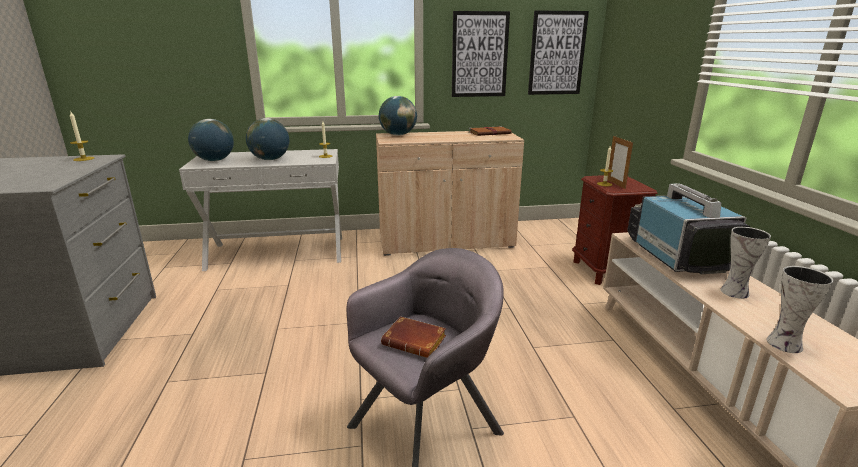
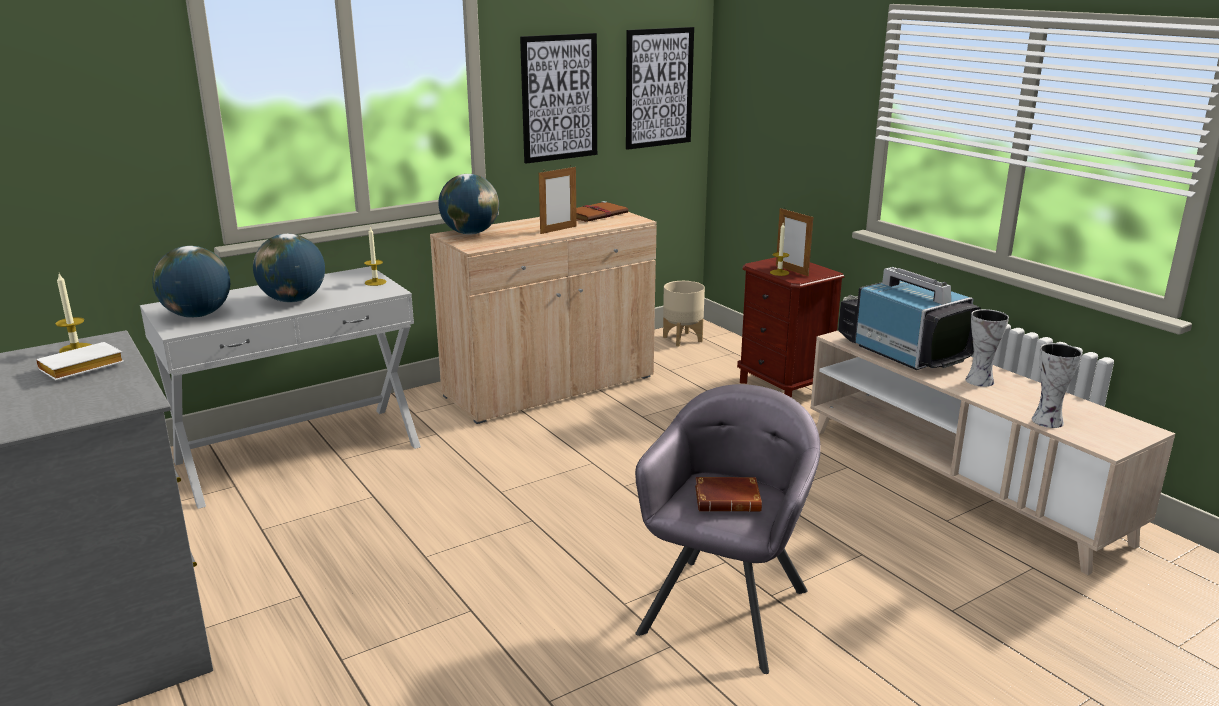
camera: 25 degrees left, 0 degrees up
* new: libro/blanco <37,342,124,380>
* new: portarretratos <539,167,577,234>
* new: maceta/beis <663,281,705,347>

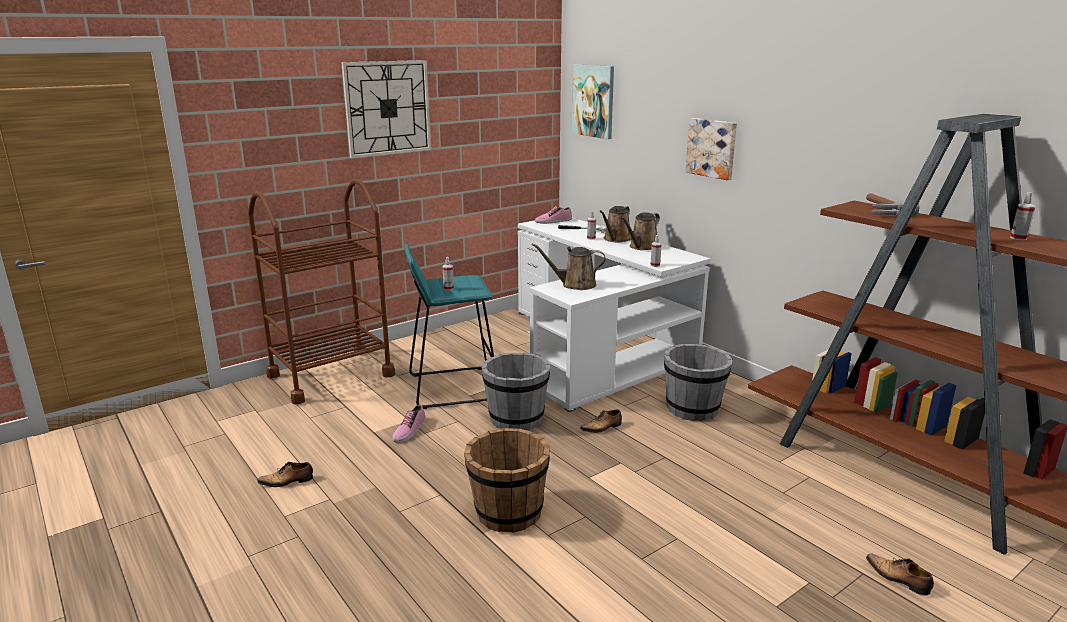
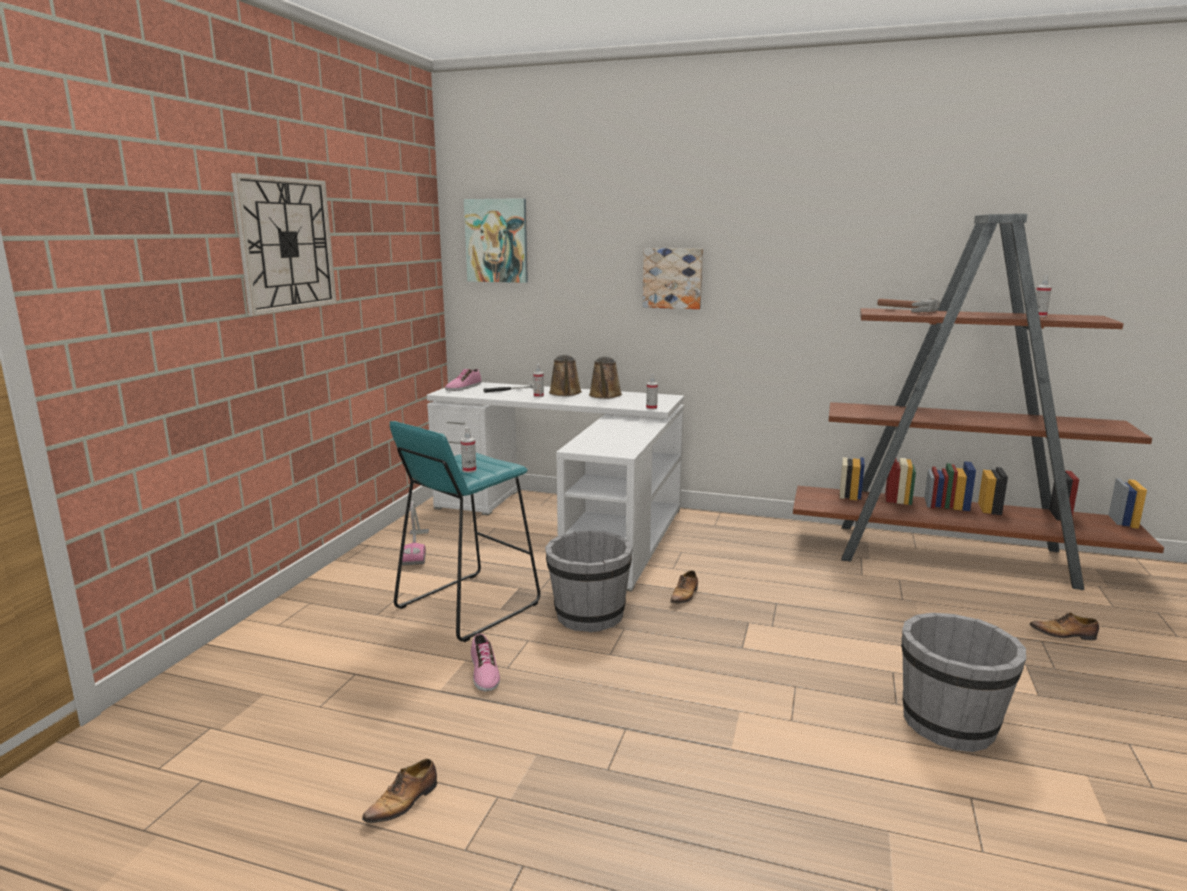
camera: 35 degrees left, 5 degrees down
* gone: carrito/marrón <248,179,395,405>
* gone: cubo/marrón <464,428,550,533>
* gone: regadera/marrón <532,243,606,290>
* new: aspiradora <402,501,429,566>
* shifted: cubo/gris <664,344,733,421> to <901,613,1026,752>

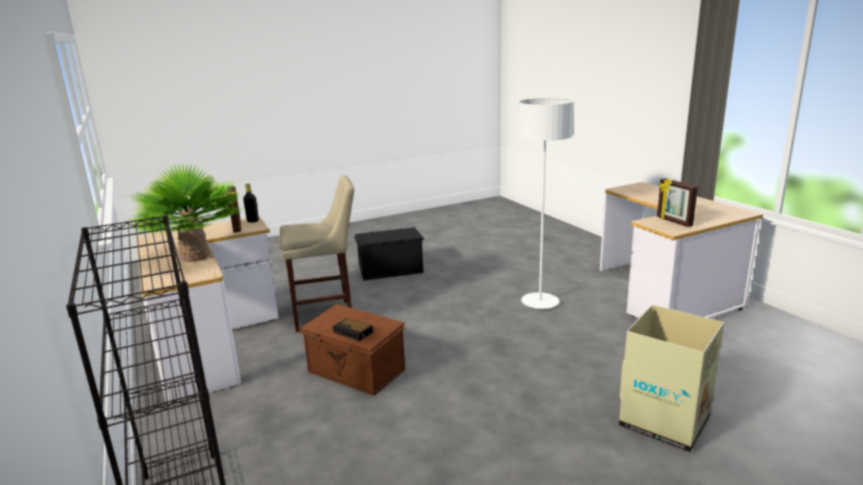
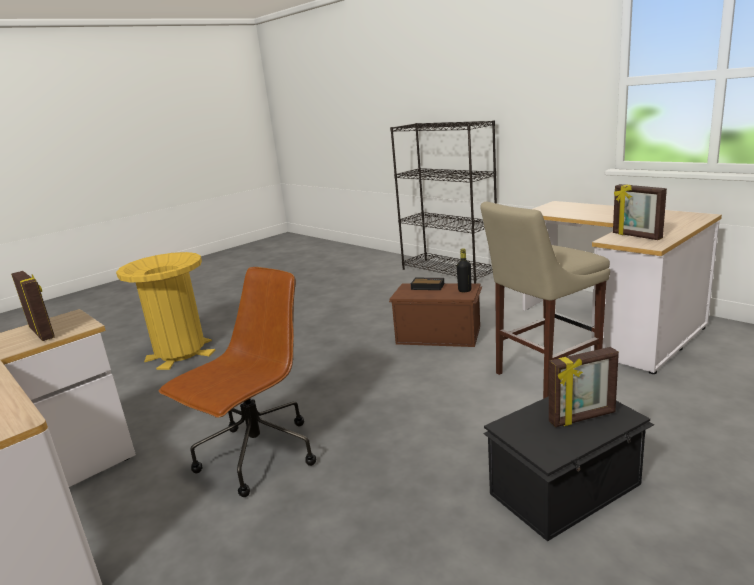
camera: 165 degrees right, 0 degrees up
* gone: planta en maceta <128,164,241,262>
* new: portarretratos <549,347,619,427>
* shifted: botella/negro <243,183,259,222> to <457,248,472,292>
* swapped: lámpara de pie/blanco <518,98,574,309> to silla de oficina/marrón <159,267,316,497>
* swapped: caja de cartón <619,305,724,452> to papelera/amarillo <116,252,215,370>

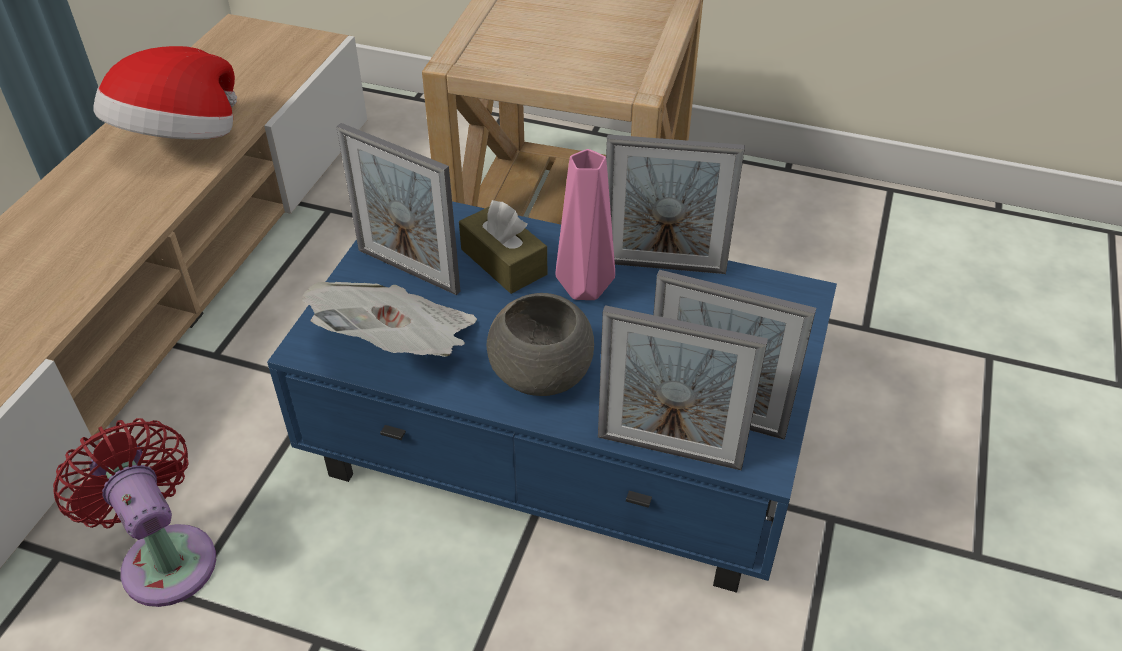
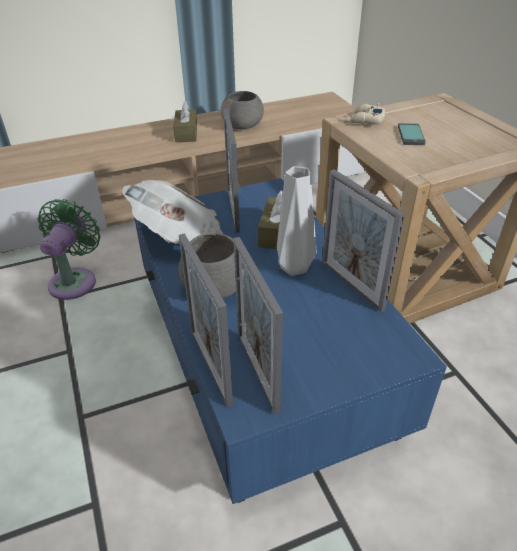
camera: 50 degrees right, 5 degrees down
* new: caja de pañuelos/marrón <173,101,197,142>
* new: mando de consola/beis <350,103,386,124>
* new: móvil <398,123,426,145>
* swapped: sombrero <93,46,237,139> to cuenco/gris <221,91,264,130>
* repainted: ventilador/rojo <53,418,216,607> to ventilador/verde <38,199,100,300>
* repainted: florero/rosa <555,149,615,300> to florero/gris <277,166,316,276>

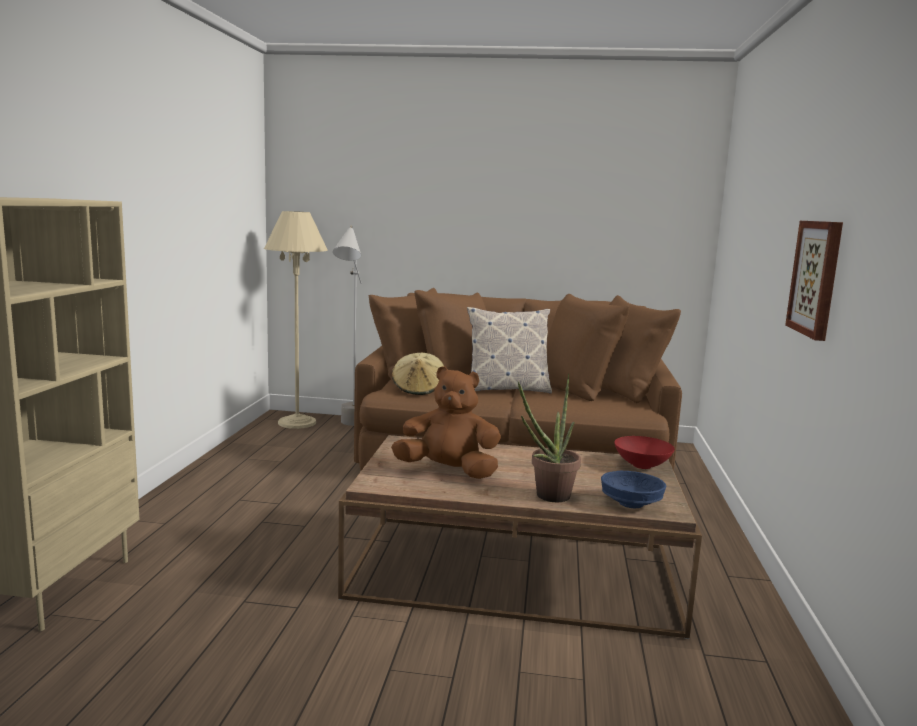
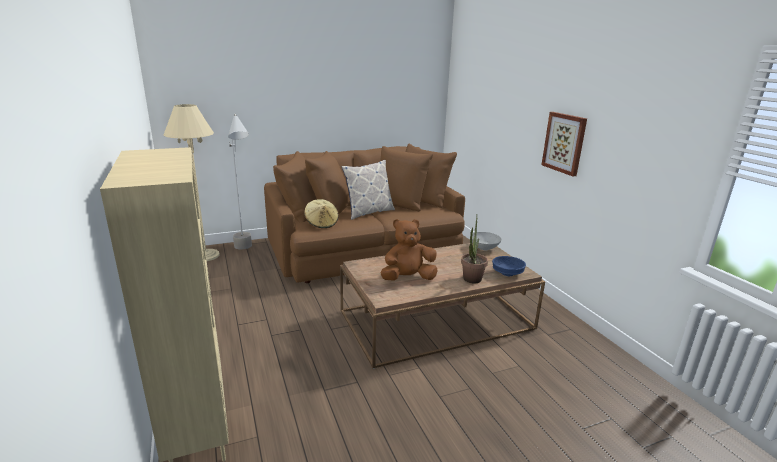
camera: 30 degrees left, 10 degrees up
* repainted: cuenco/rojo <614,436,675,469> to cuenco/gris <472,232,502,250>

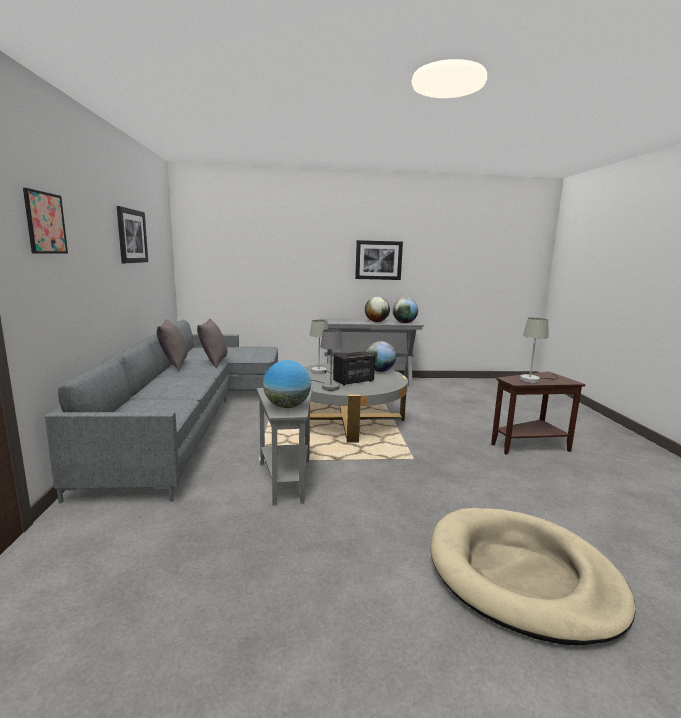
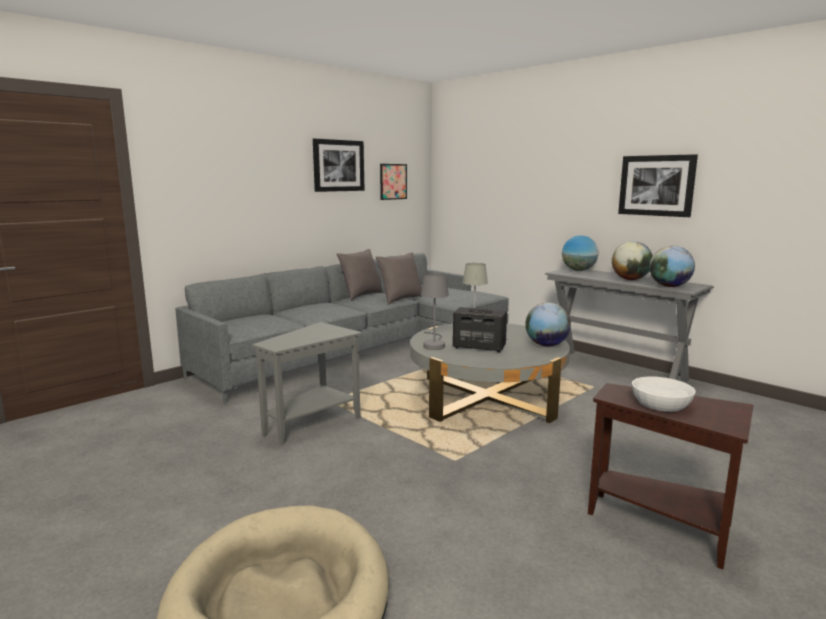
camera: 50 degrees right, 0 degrees up
* shifted: cuadro <23,188,68,253> to <380,164,407,200>
* shifted: globo terráqueo <263,360,311,408> to <562,235,598,271>
* swapped: lámpara de mesa/gris <520,318,558,383> to cuenco/blanco <632,377,696,412>

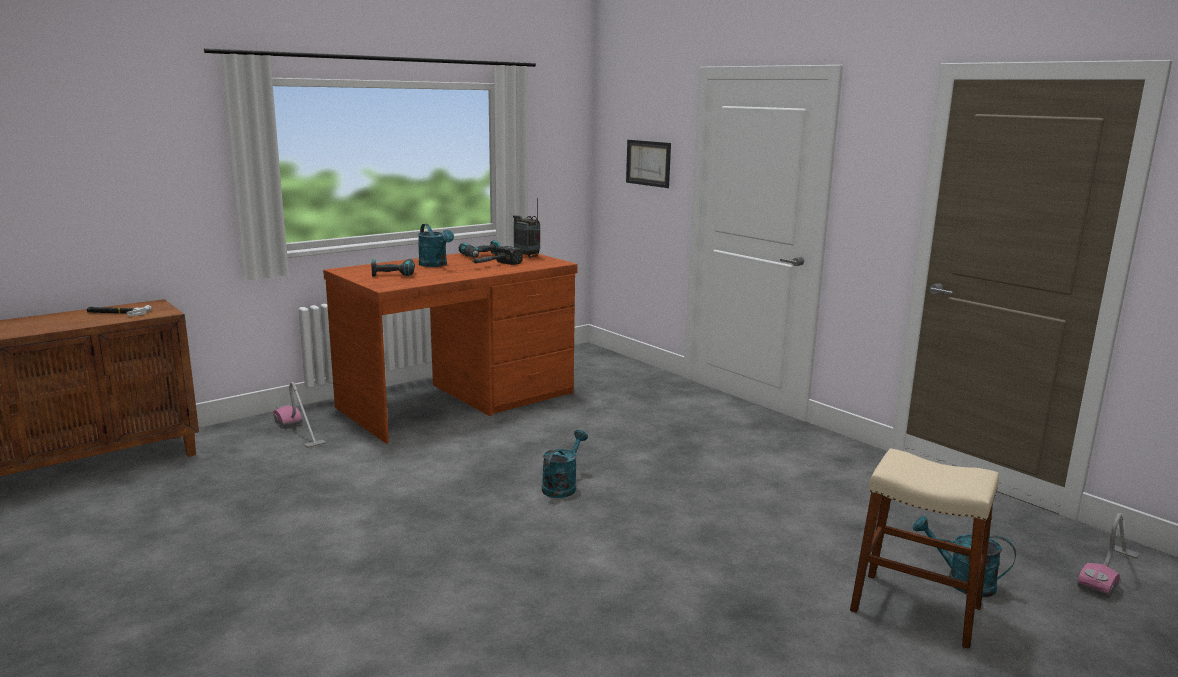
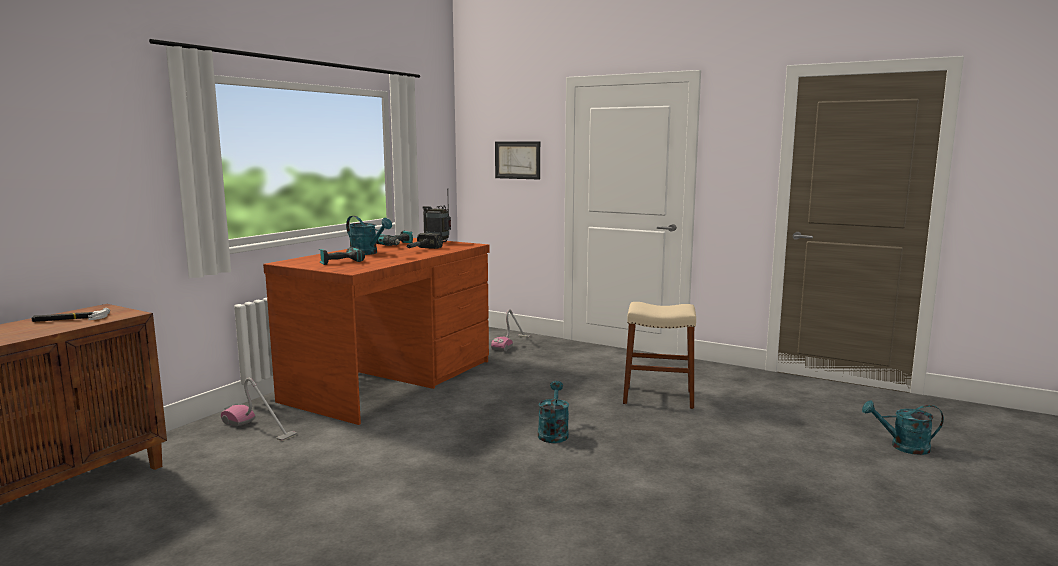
camera: 20 degrees left, 5 degrees down
* shifted: taburete/beis <850,448,999,649> to <623,302,696,409>
* shifted: aspiradora <1077,513,1139,598> to <491,309,531,351>

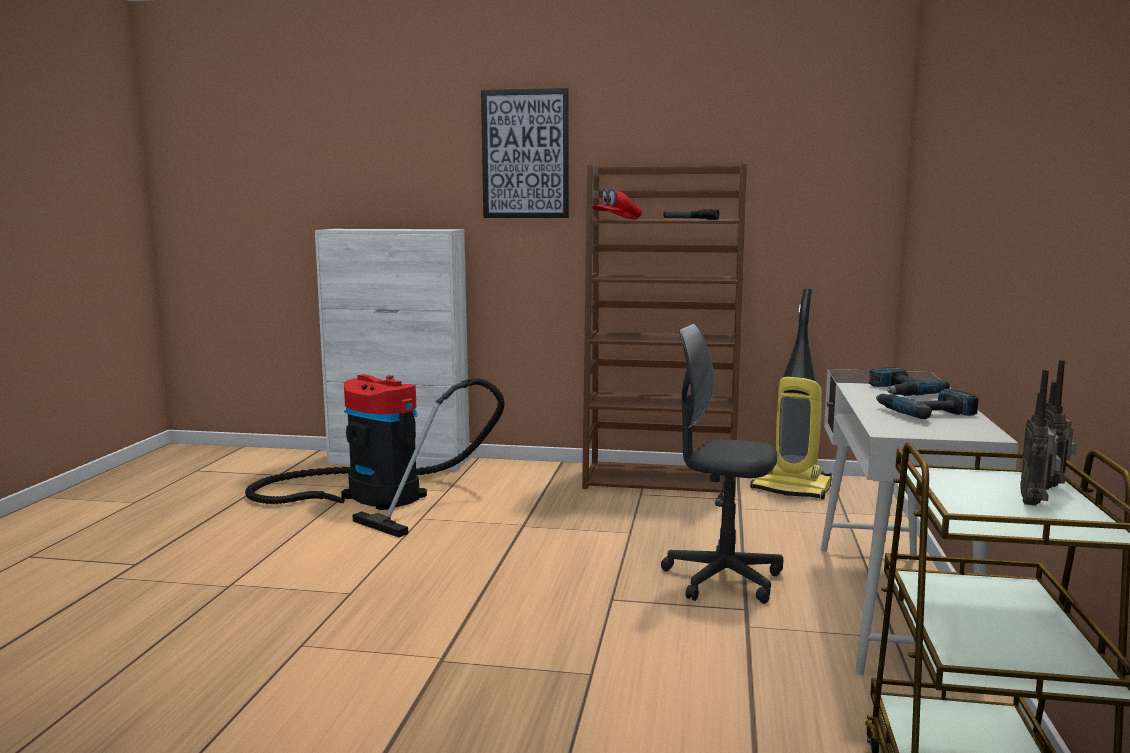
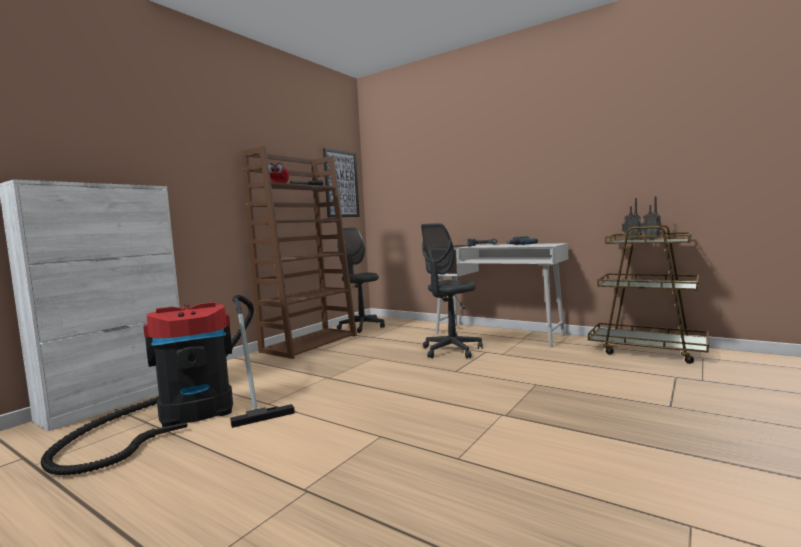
camera: 65 degrees left, 5 degrees down
* shifted: cuadro <481,88,569,218> to <323,148,360,218>
* swapped: aspiradora <750,288,832,499> to silla de oficina/gris <337,228,385,333>

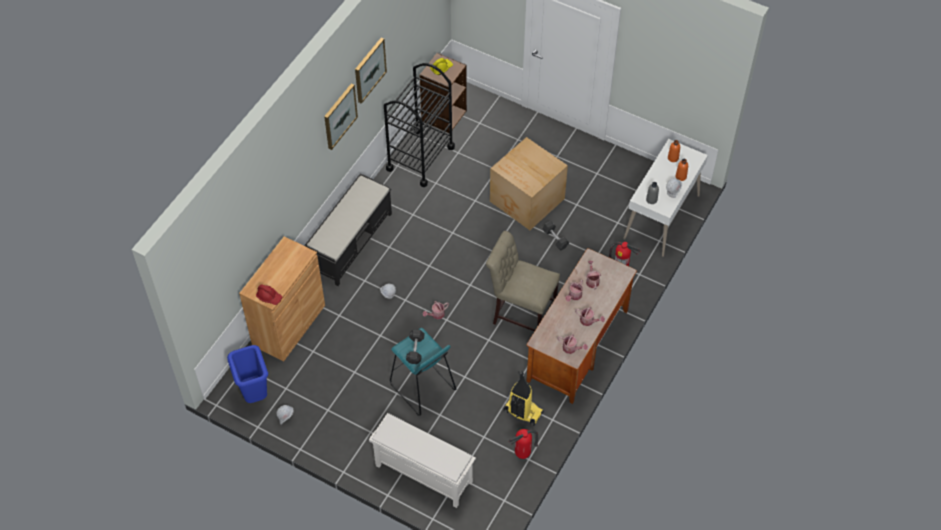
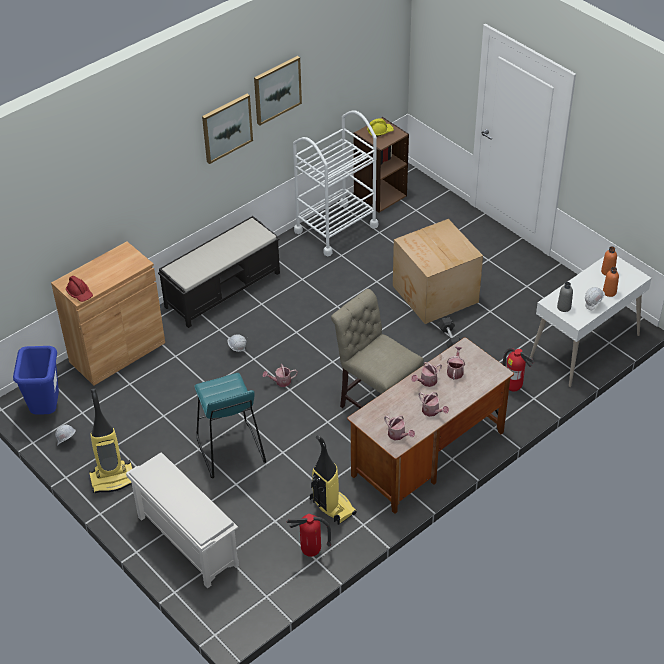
camera: 20 degrees right, 10 degrees down
* gone: mancuerna/gris <406,329,425,364>
* new: aspiradora <89,388,132,493>
* repainted: carrito/negro <384,63,455,187> to carrito/blanco <293,110,378,256>

